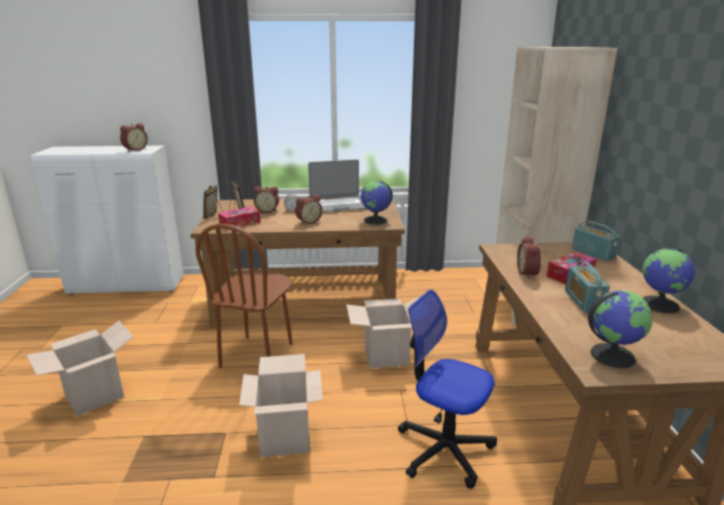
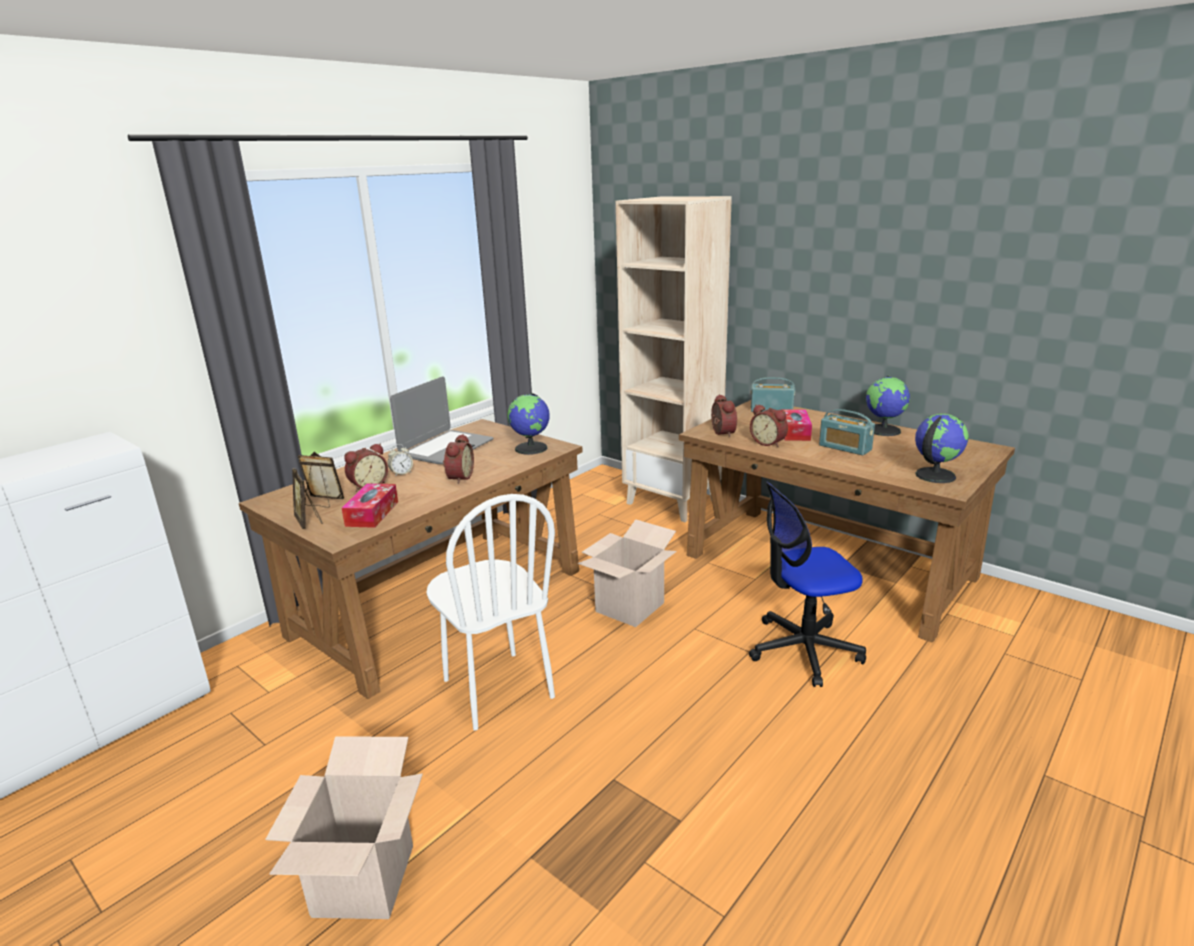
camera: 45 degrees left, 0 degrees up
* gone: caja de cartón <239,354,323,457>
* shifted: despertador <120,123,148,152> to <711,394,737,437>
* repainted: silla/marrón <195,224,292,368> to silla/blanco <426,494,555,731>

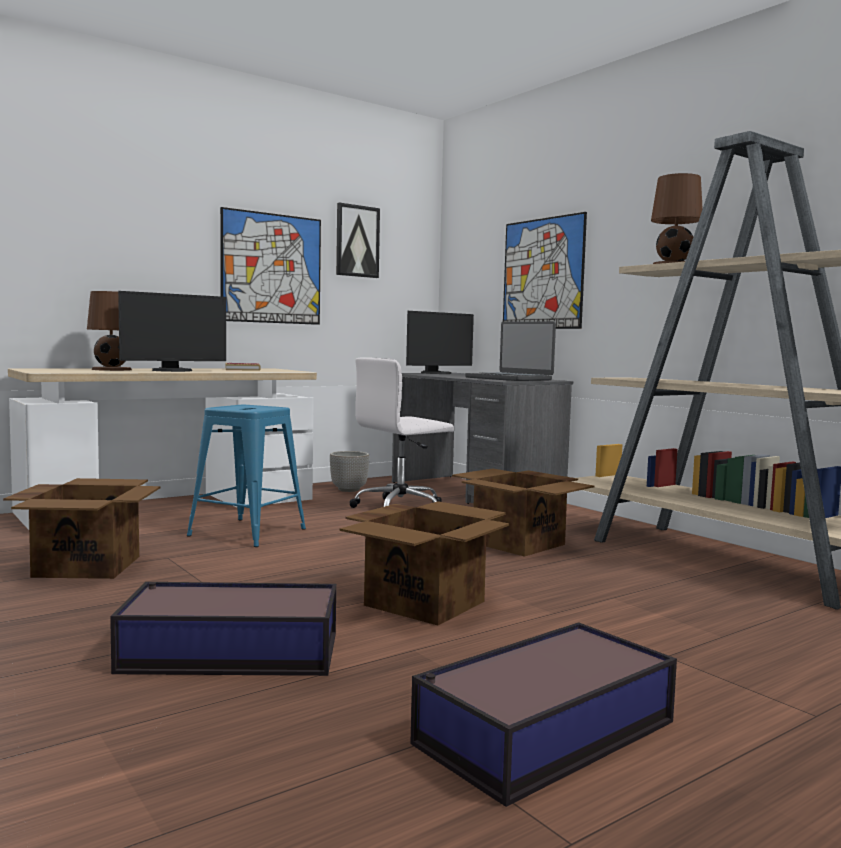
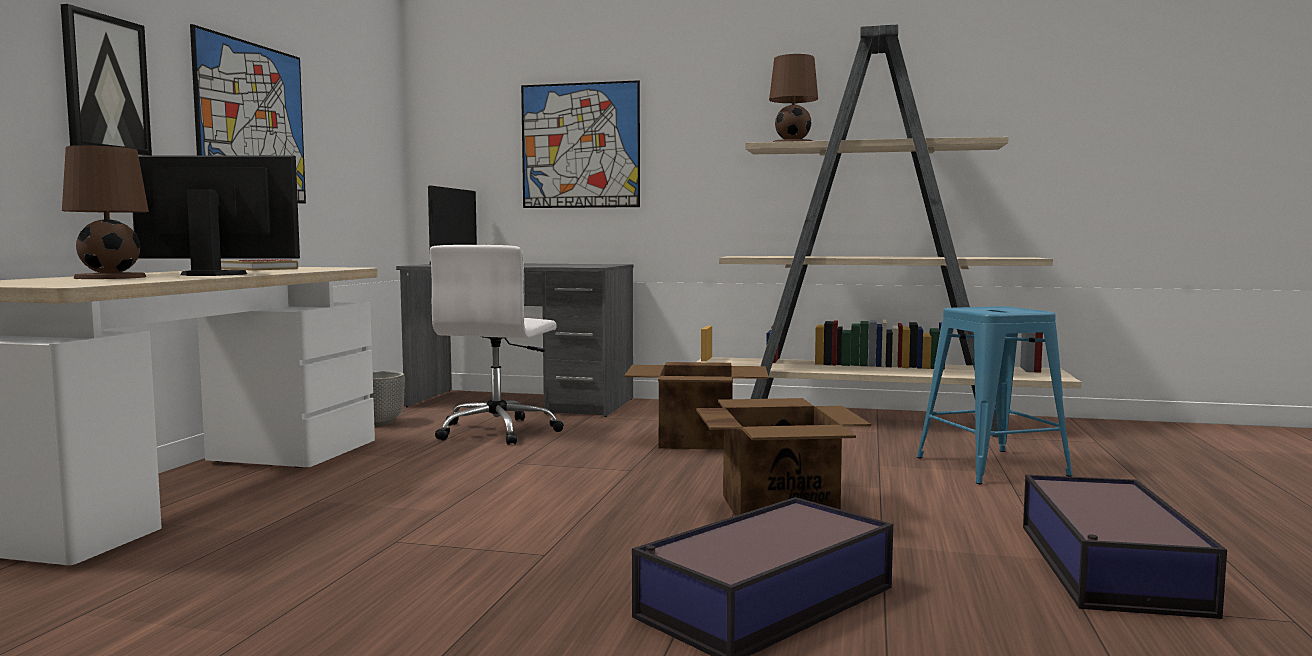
camera: 40 degrees left, 0 degrees up
* gone: caja de cartón <3,478,160,579>
* gone: portátil <465,321,556,381>
* shifted: taburete/azul <187,405,306,547> to <917,306,1073,484>
* shifted: cuadro <336,202,380,278> to <61,4,152,155>
* rotated: monitor <118,291,226,372> = <133,155,300,276> 105 degrees counterclockwise

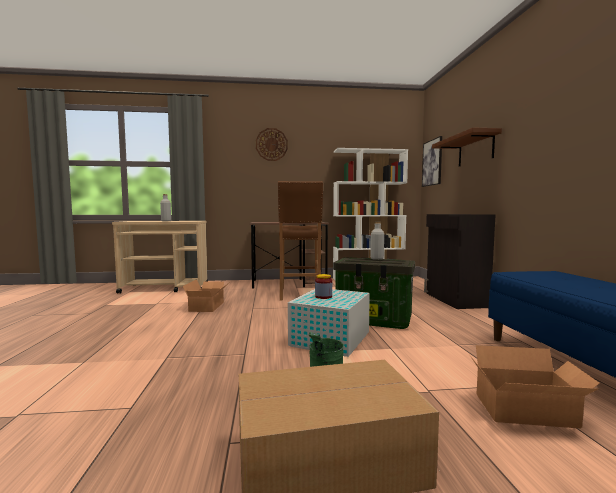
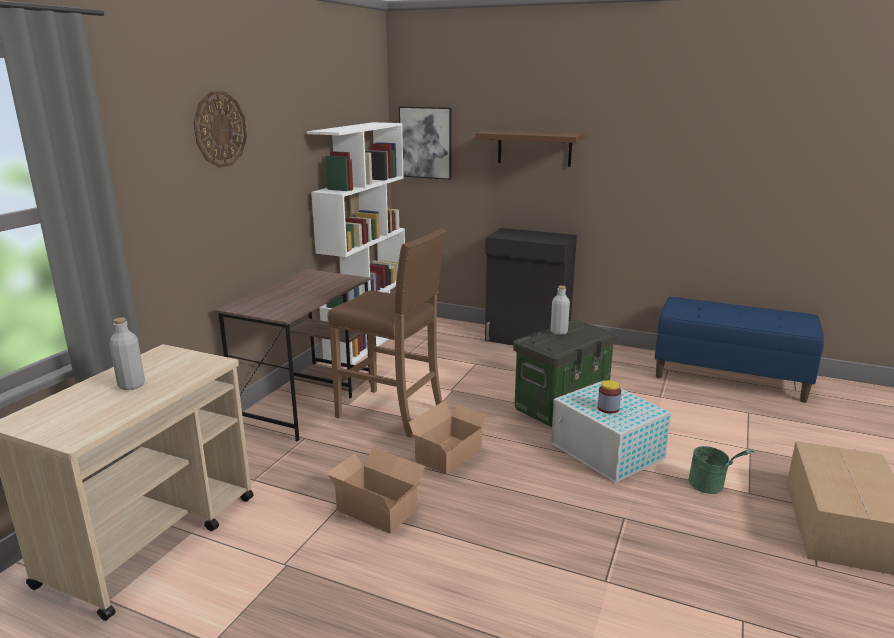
camera: 60 degrees left, 15 degrees up
* shifted: caja de cartón <470,345,600,429> to <409,400,492,474>

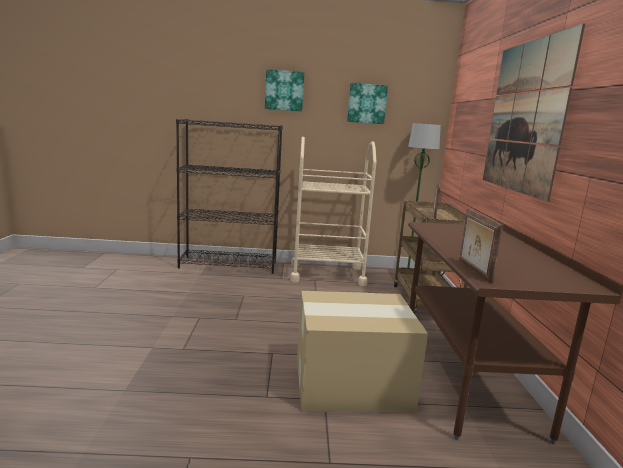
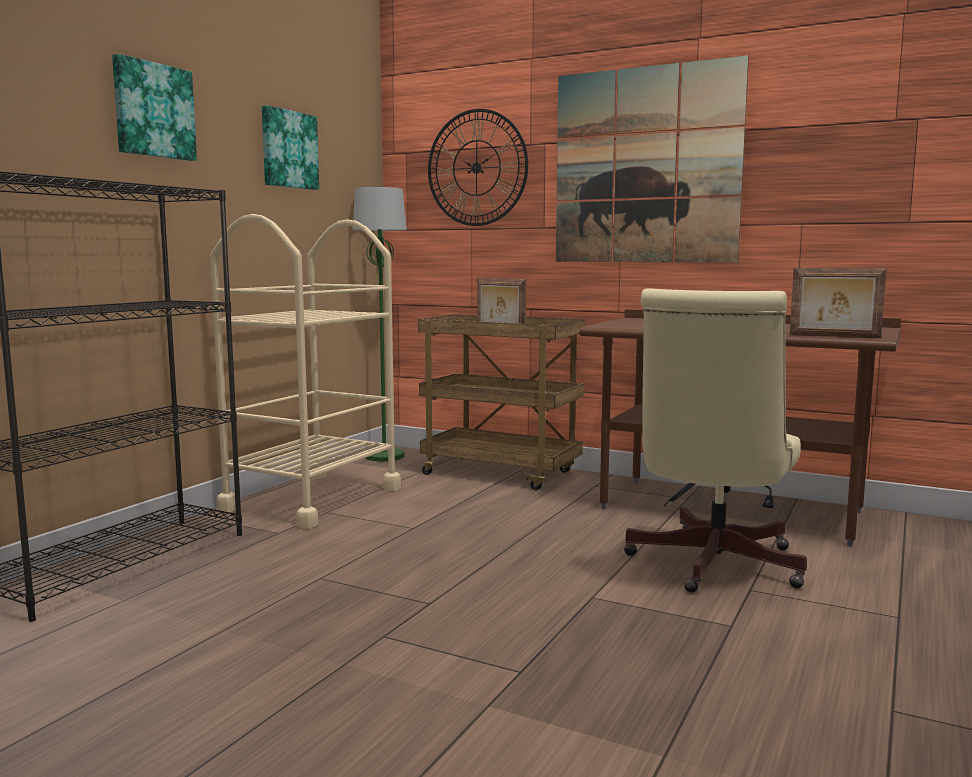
camera: 60 degrees left, 5 degrees down
* new: reloj de pared <428,109,528,226>
* swapped: caja de cartón <297,291,428,413> to silla de oficina/beis <624,288,807,593>

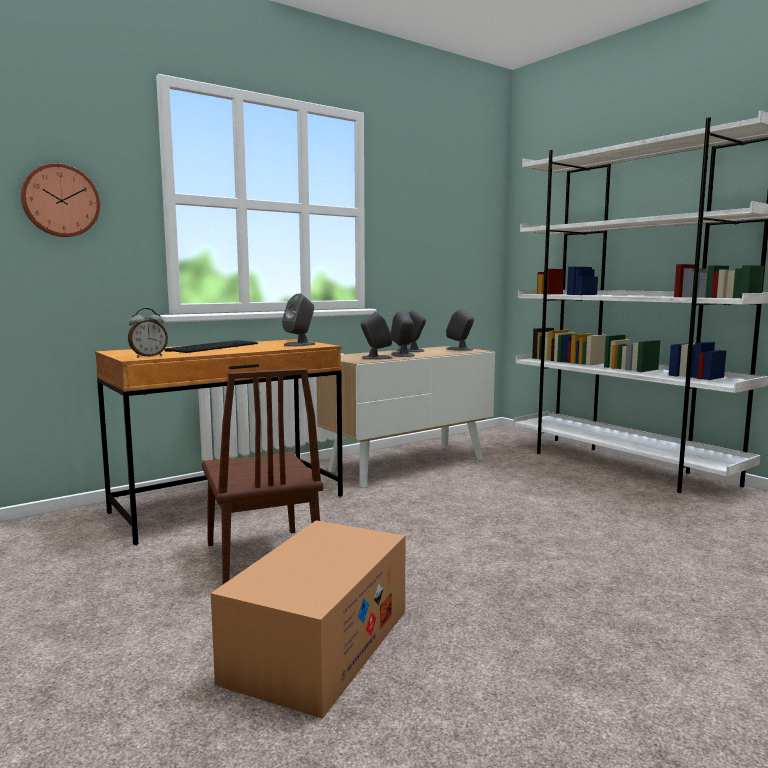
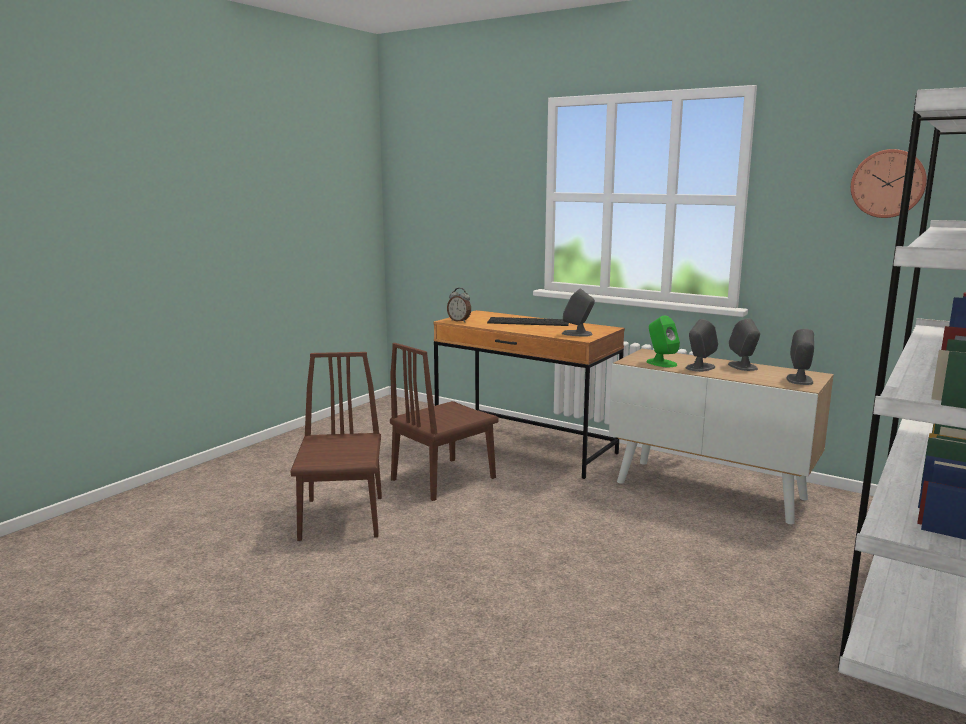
camera: 70 degrees right, 5 degrees up
* shifted: reloj de pared <21,163,100,237> to <851,149,927,218>
* swapped: caja de cartón <211,520,406,719> to silla/marrón <291,352,382,541>
* repainted: altavoz/gris <361,312,392,360> to altavoz/verde <646,315,680,367>

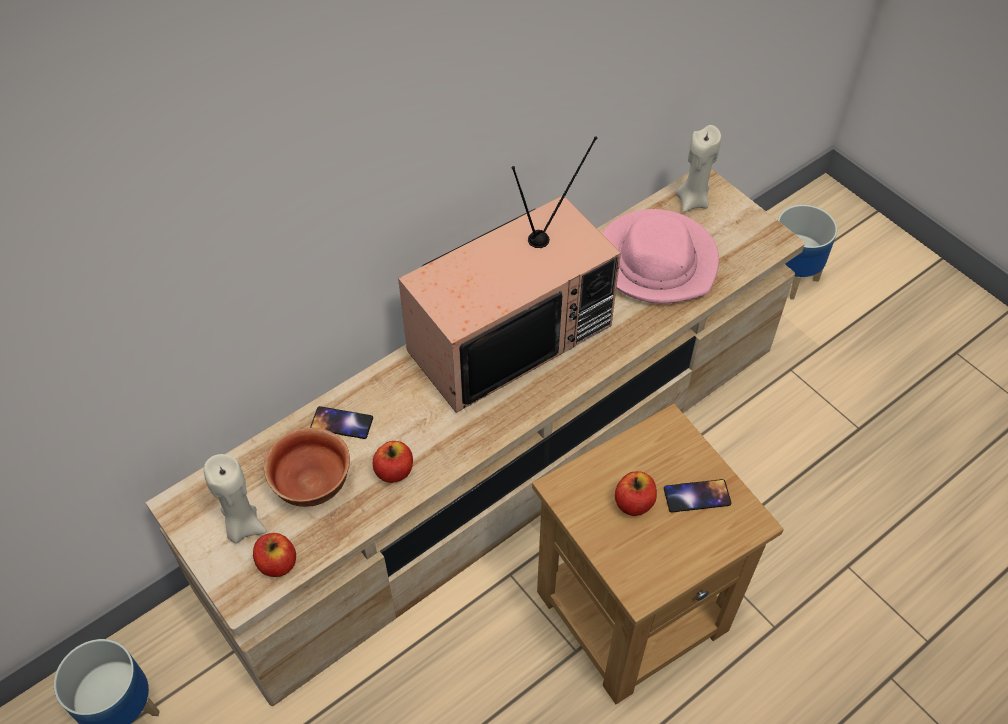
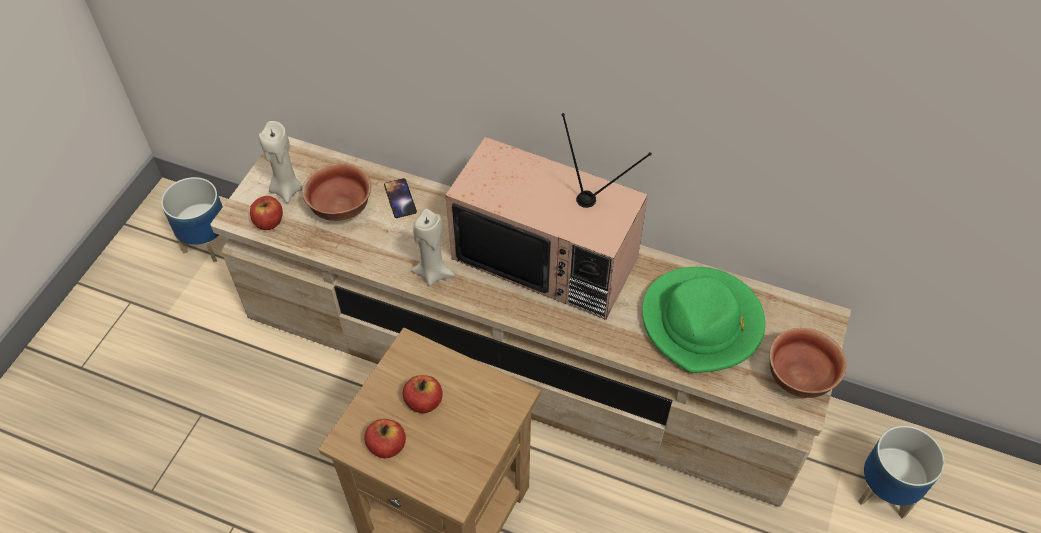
camera: 60 degrees right, 0 degrees up
* gone: móvil <664,479,731,513>
* new: cuenco <769,328,847,398>
* shifted: manzana <373,441,413,483> to <364,419,406,459>
* shifted: vela/beis <676,125,721,212> to <411,209,455,286>
* repainted: sombrero/rosa <602,209,719,304> to sombrero/verde <642,267,765,373>

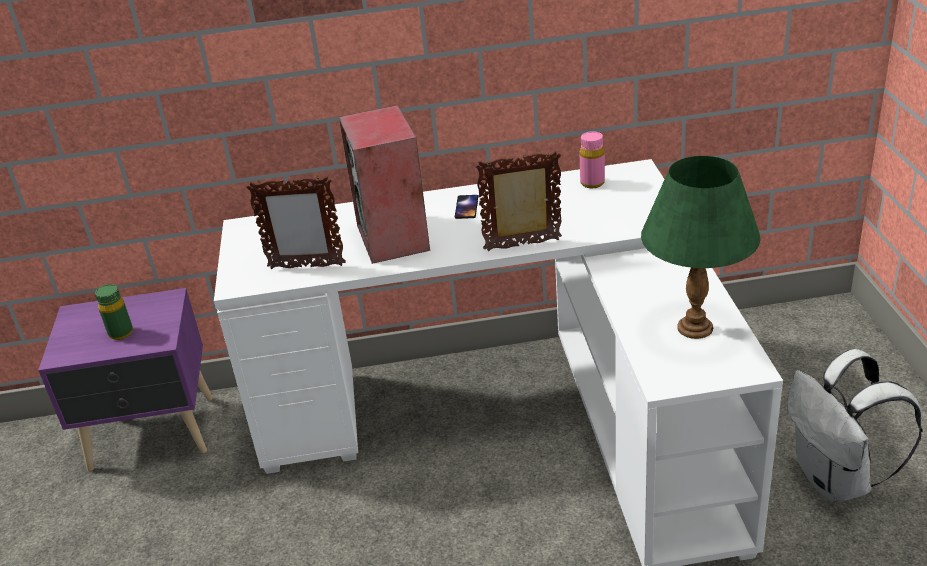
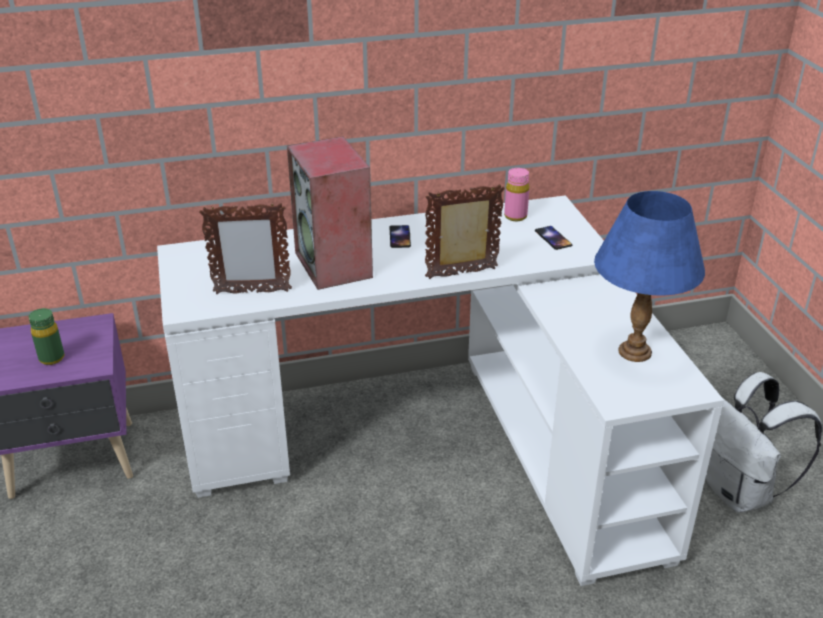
camera: 10 degrees left, 0 degrees up
* new: móvil <535,226,573,250>
* repainted: lámpara de mesa/verde <641,156,761,339> to lámpara de mesa/azul <594,191,705,362>

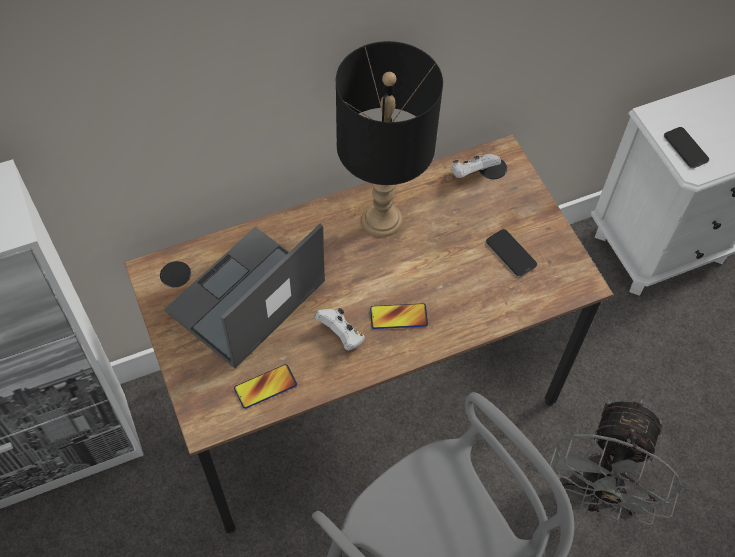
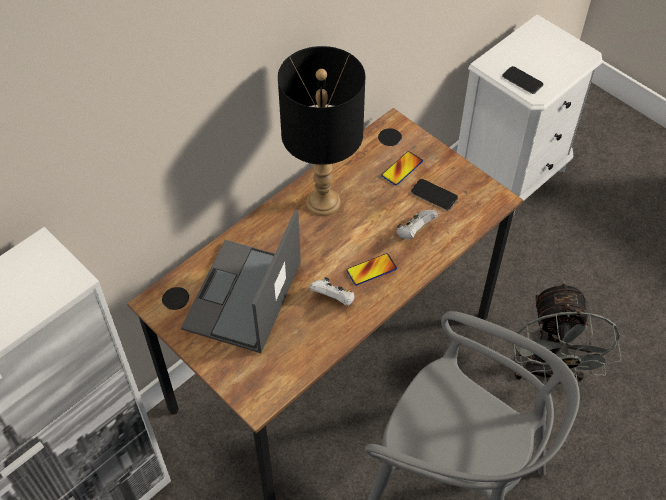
camera: 20 degrees left, 5 degrees down
* shifted: móvil <234,364,297,409> to <382,151,423,185>
* shifted: mando de consola/blanco <451,154,501,178> to <397,210,438,239>

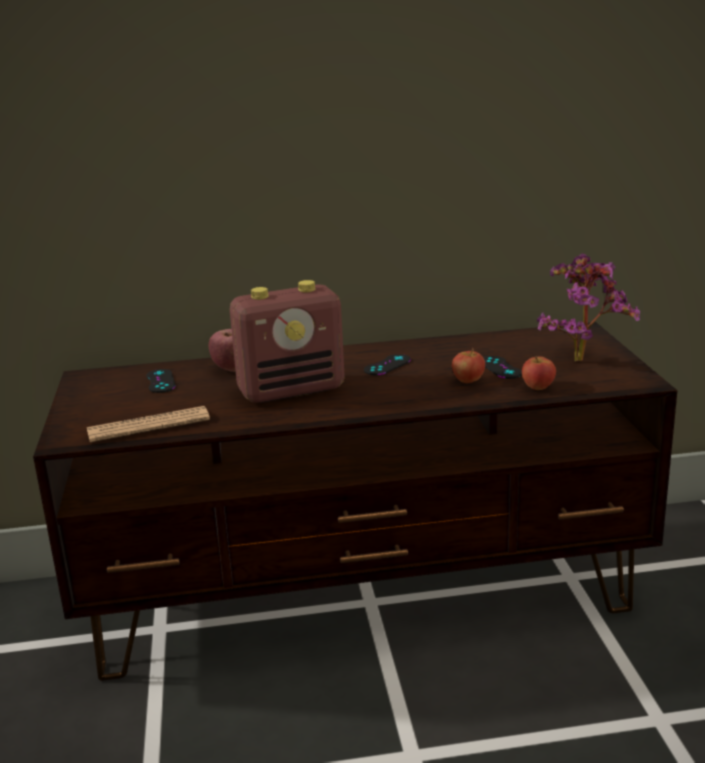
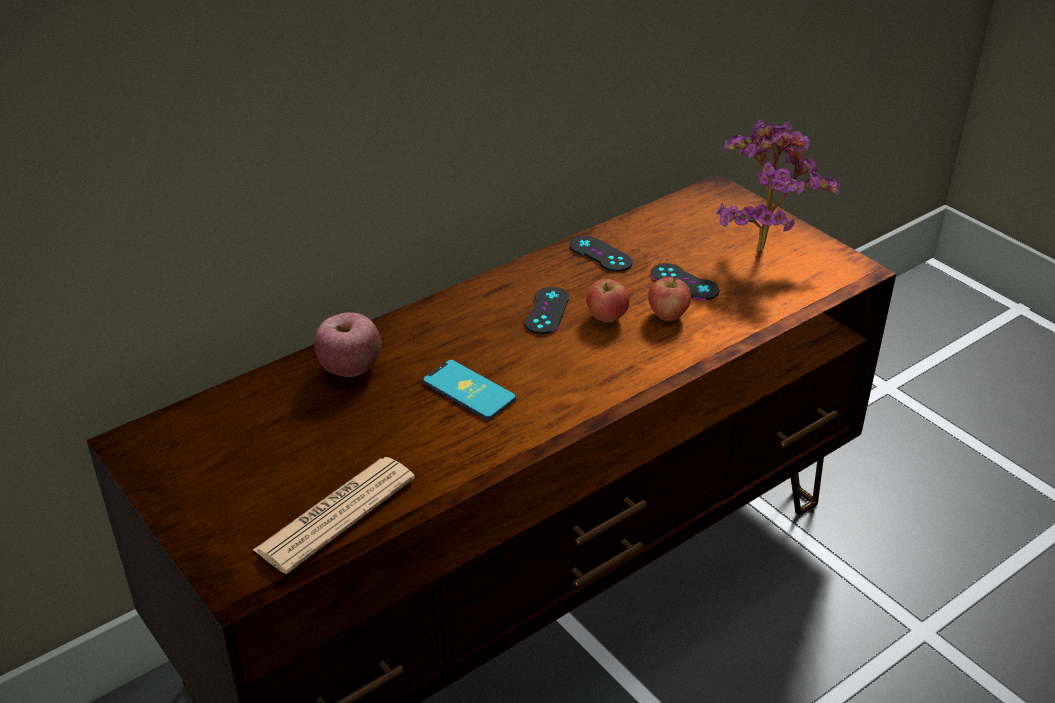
camera: 30 degrees left, 15 degrees up
* shifted: mando de consola/negro <146,369,175,393> to <570,236,633,272>
* shifted: manzana <522,356,556,390> to <586,279,629,323>
* swapped: radio <230,280,345,403> to móvil <423,360,516,420>

